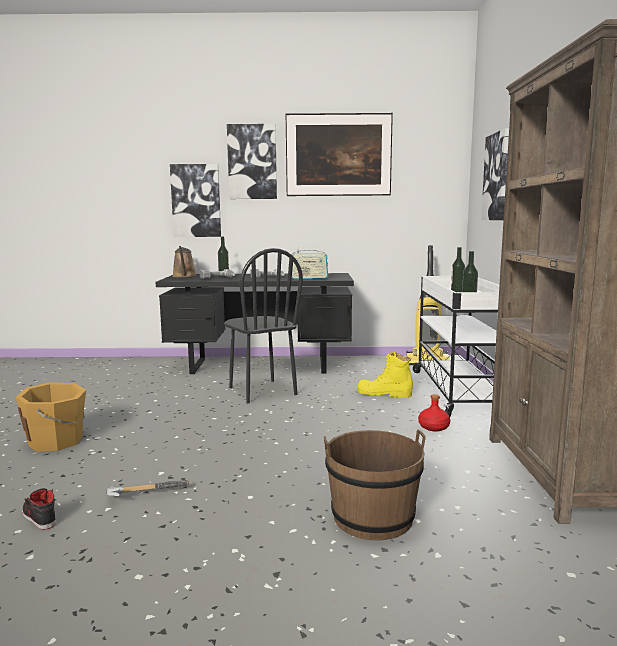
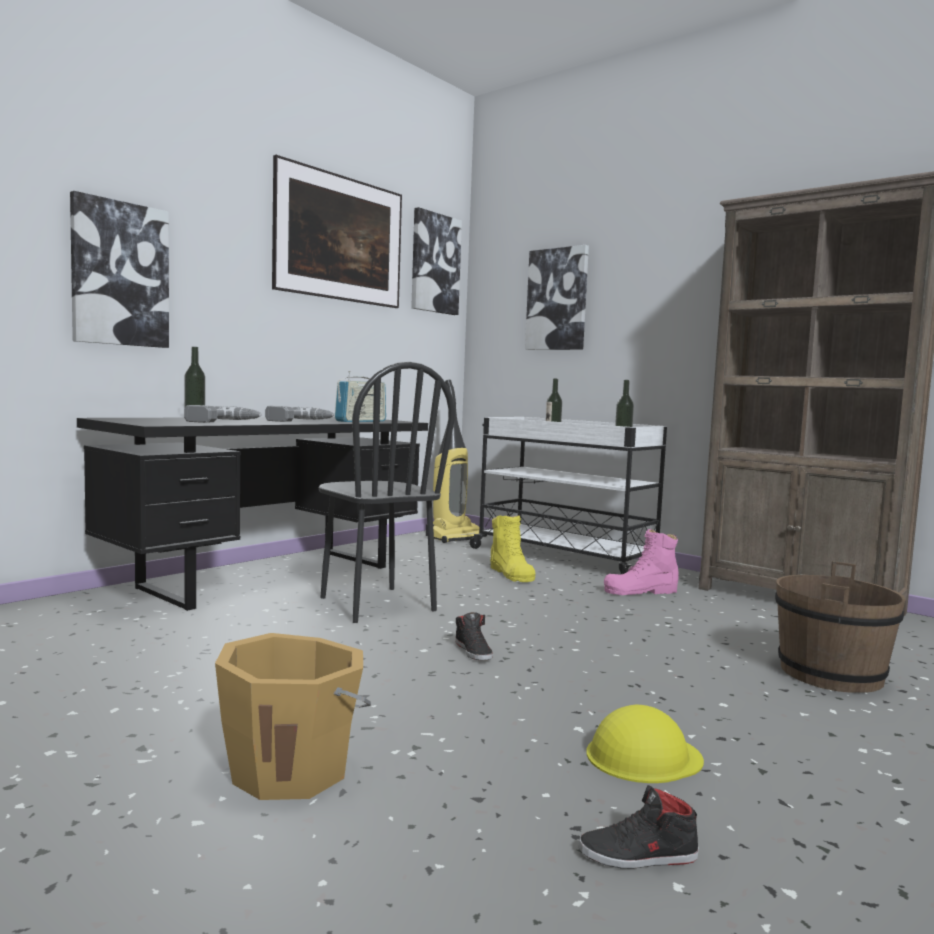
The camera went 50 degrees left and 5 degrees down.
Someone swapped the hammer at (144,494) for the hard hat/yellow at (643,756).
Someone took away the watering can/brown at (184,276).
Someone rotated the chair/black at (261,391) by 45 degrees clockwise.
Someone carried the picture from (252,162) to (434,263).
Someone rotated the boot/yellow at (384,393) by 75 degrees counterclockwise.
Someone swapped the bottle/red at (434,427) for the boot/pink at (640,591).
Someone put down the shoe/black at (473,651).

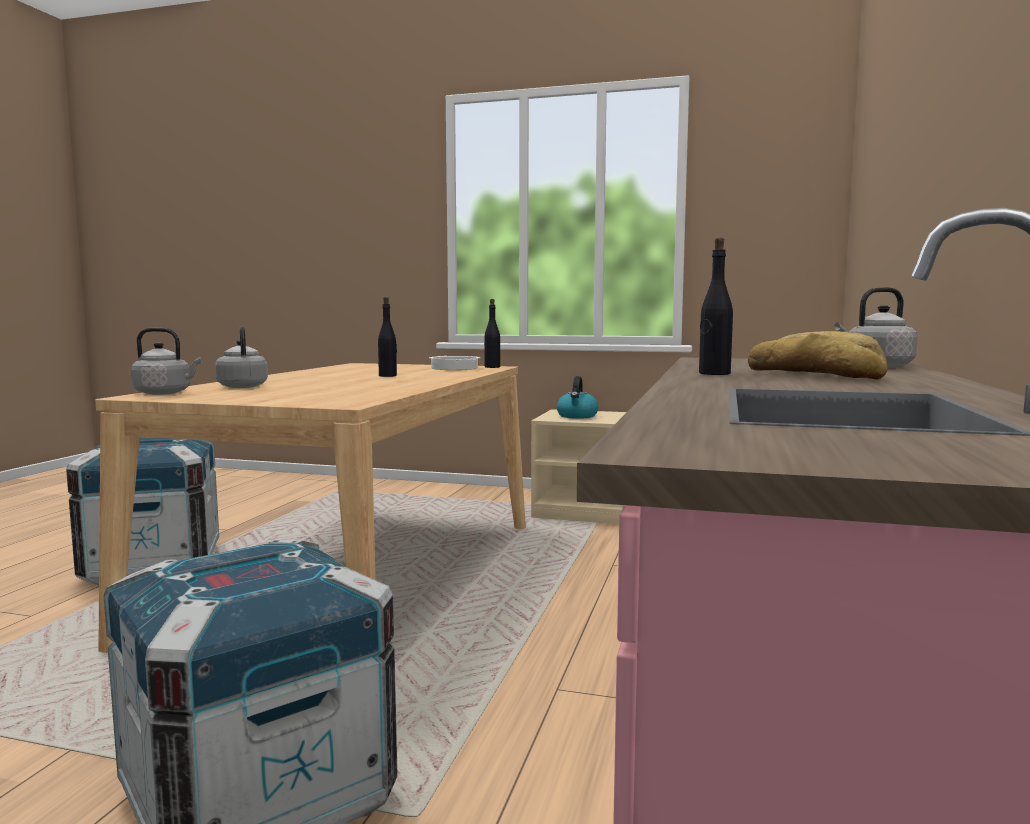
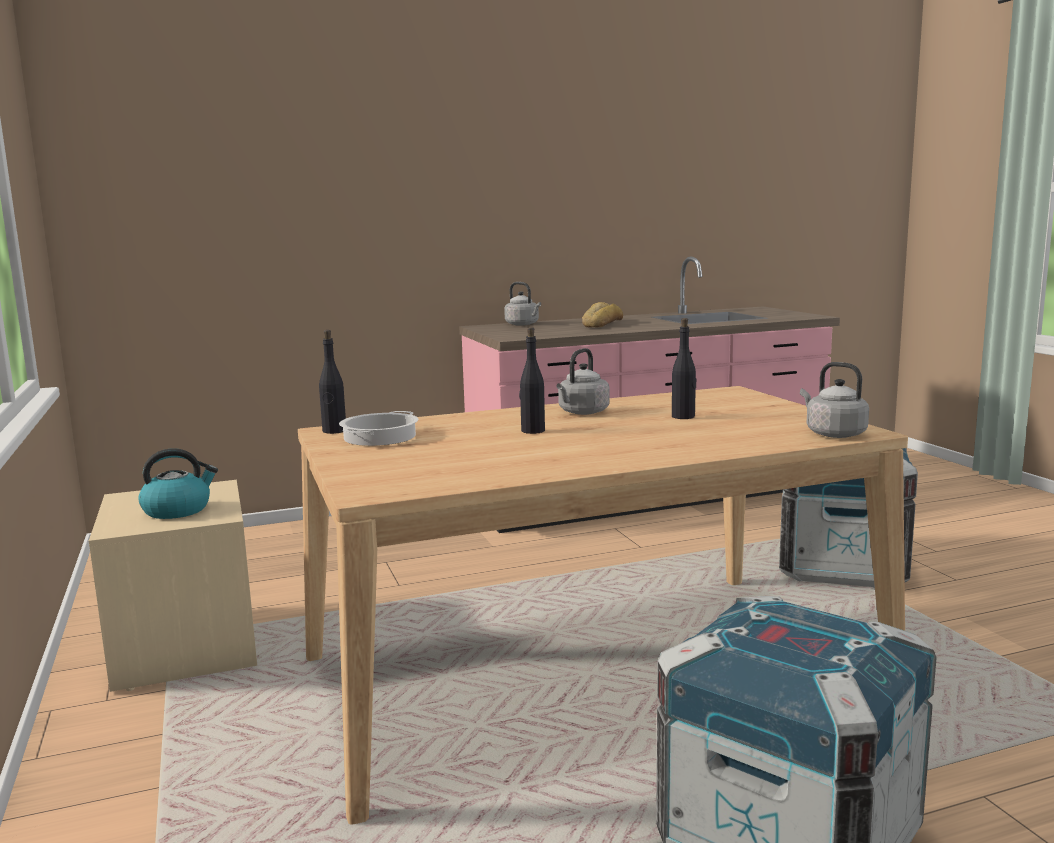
The camera went 125 degrees left and 5 degrees up.
Someone carried the kettle/grey from (242,386) to (582,412).
Someone carried the bottle/black from (714,373) to (683,417).

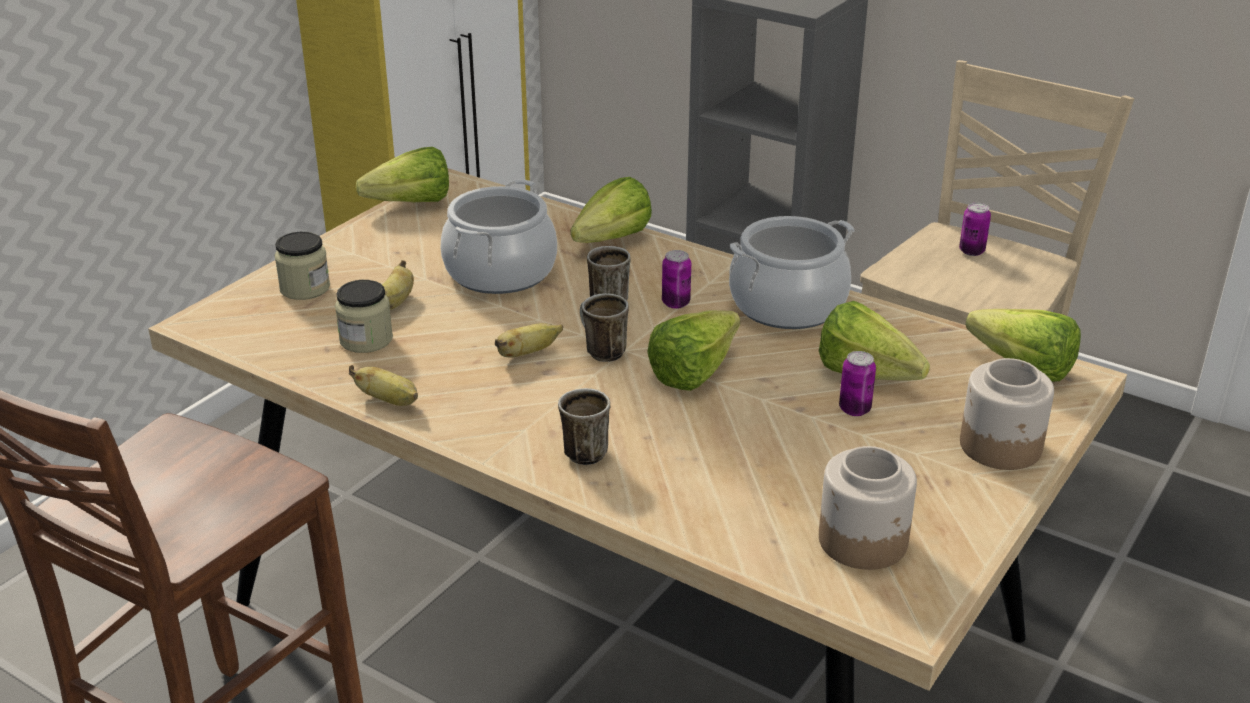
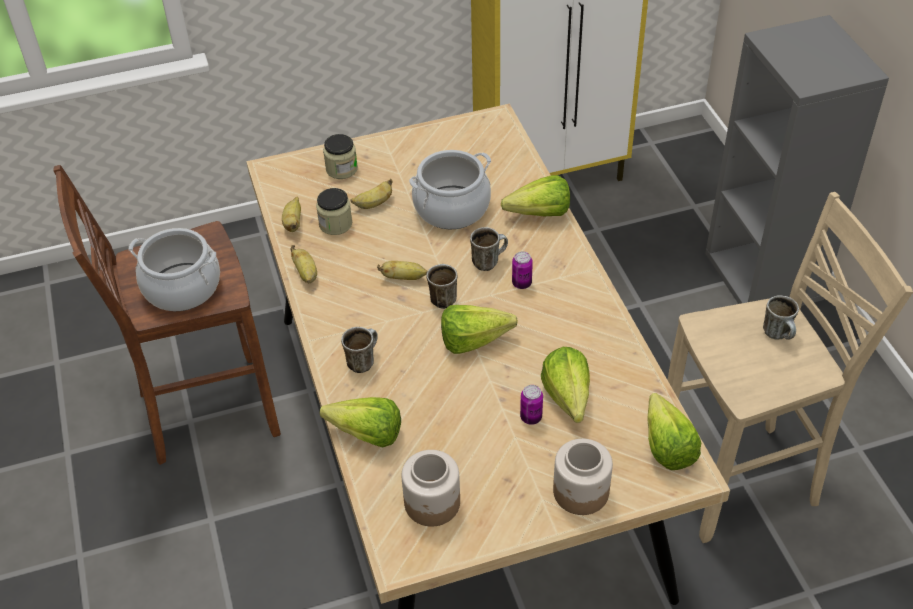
The camera went 40 degrees right and 15 degrees up.
Someone carried the lettuce from (403,204) to (361,432).
Someone carried the cooking pot from (788,305) to (182,288).
Someone swapped the can at (971,251) for the mug at (779,335).
Someone put down the banana at (293,223).

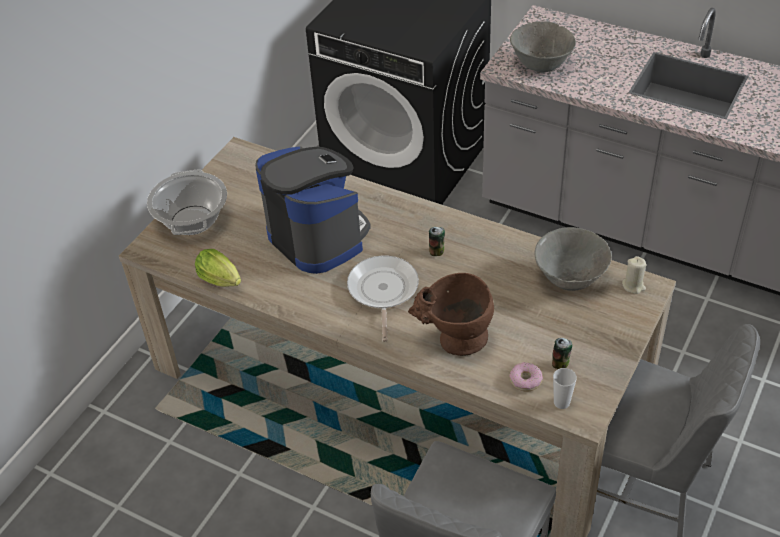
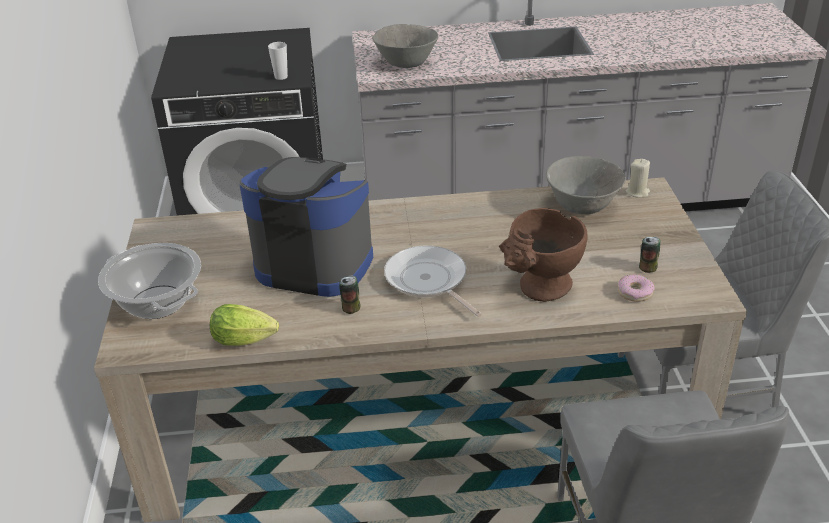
The camera went 35 degrees left and 10 degrees down.
Someone carried the can from (437,251) to (351,308).
Someone carried the cup from (561,402) to (281,77).

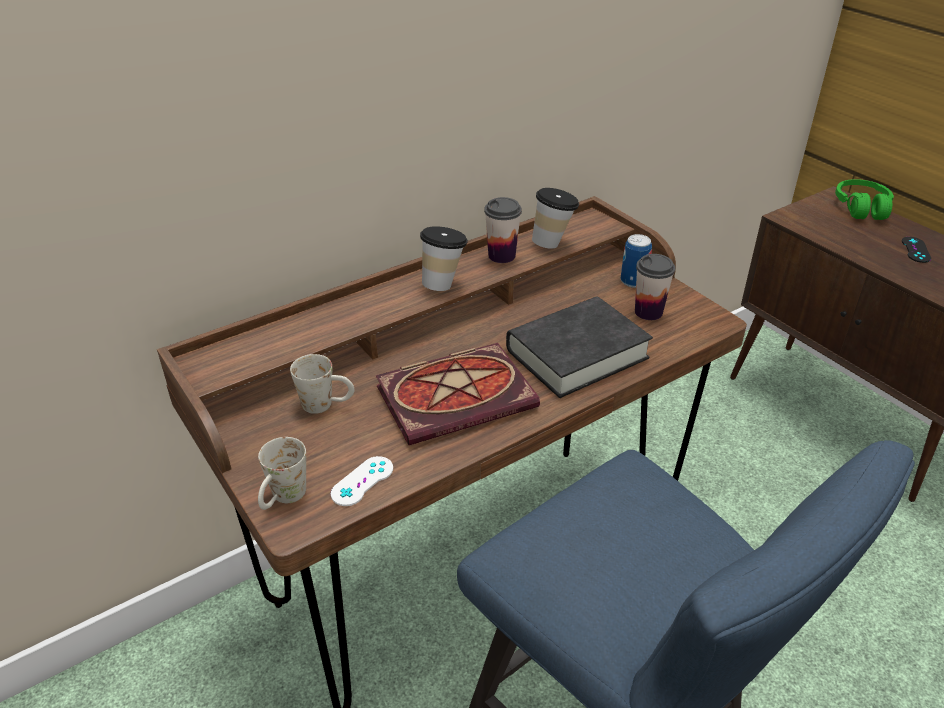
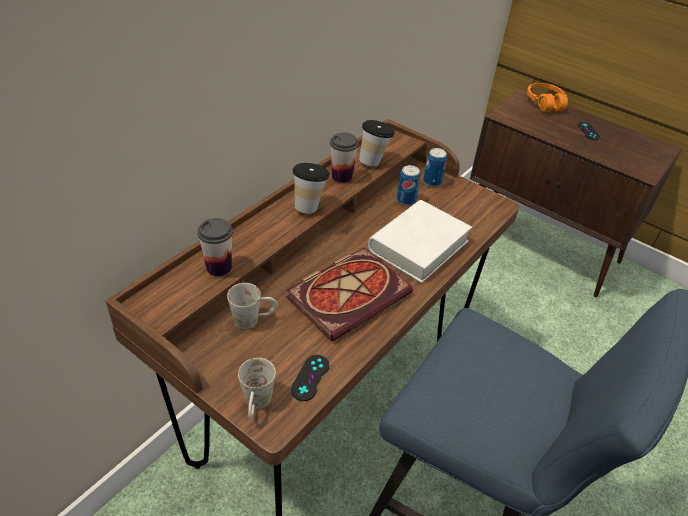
The camera went 20 degrees left and 5 degrees up.
Someone repainted the game controller/white at (362,481), which became the game controller/black at (310,377).
Someone repainted the book/black at (577,354), which became the book/white at (418,246).
Someone carried the cup from (648,312) to (219,267).
Someone repainted the headphones/green at (861,208), which became the headphones/orange at (544,103).
Someone put down the can at (406,200).

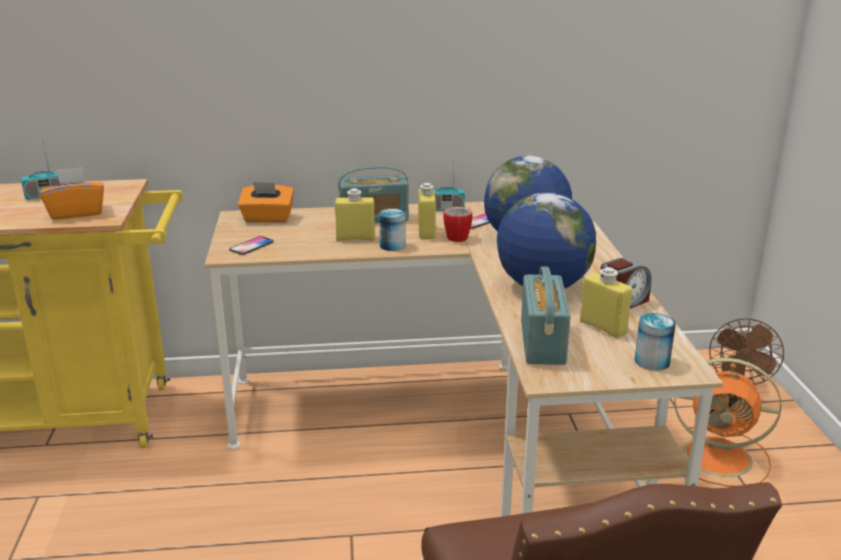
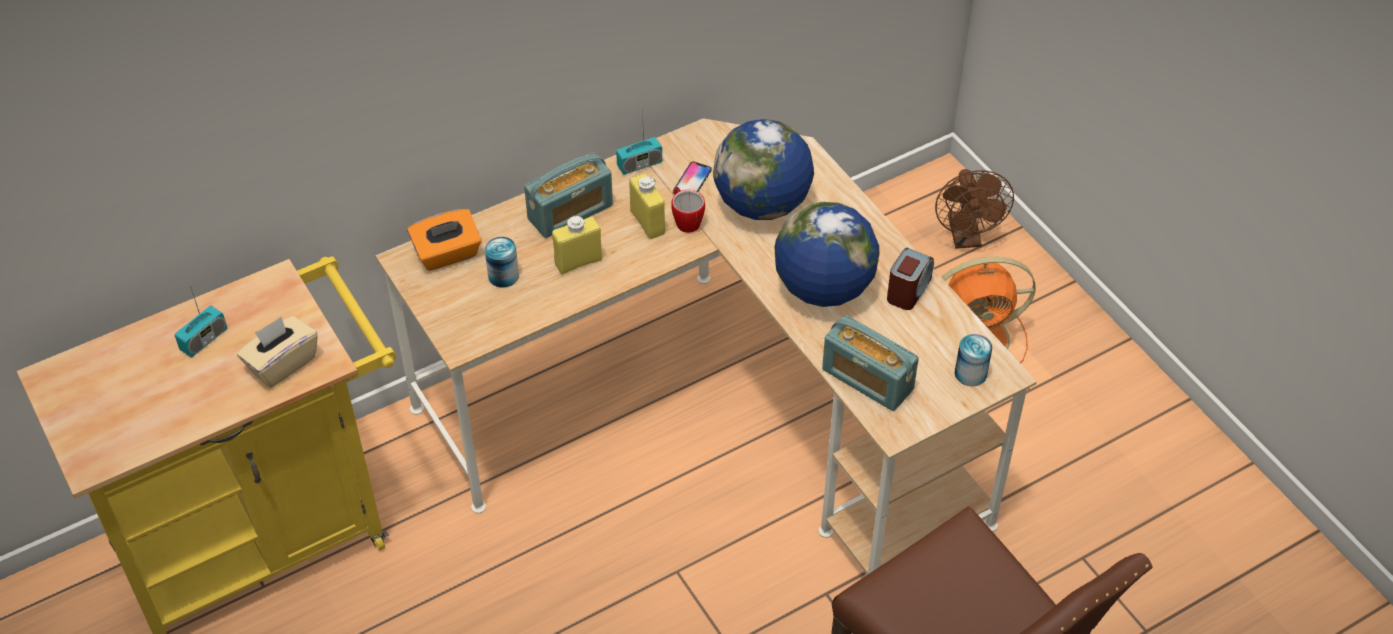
The camera went 25 degrees left and 25 degrees up.
Someone repainted the tissue box/orange at (76,213), which became the tissue box/beige at (282,363).
Someone took away the phone at (251,246).
Someone carried the can from (392,245) to (503,275).
Someone rotated the radio at (543,342) by 150 degrees clockwise.
Someone took away the bottle/yellow at (603,327).

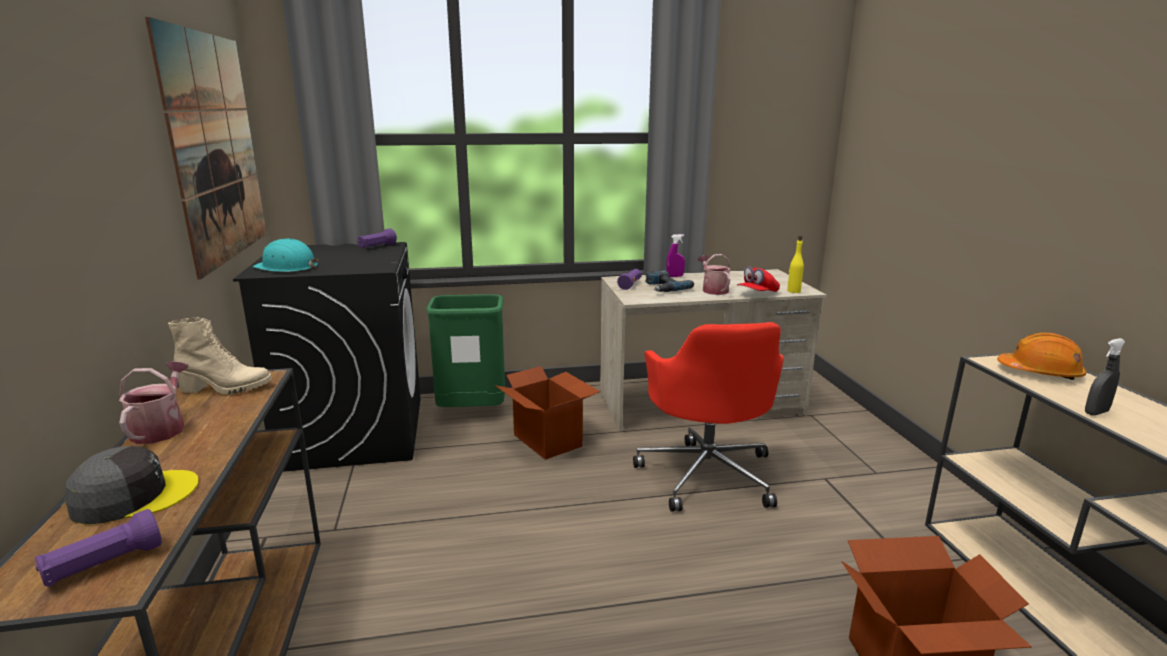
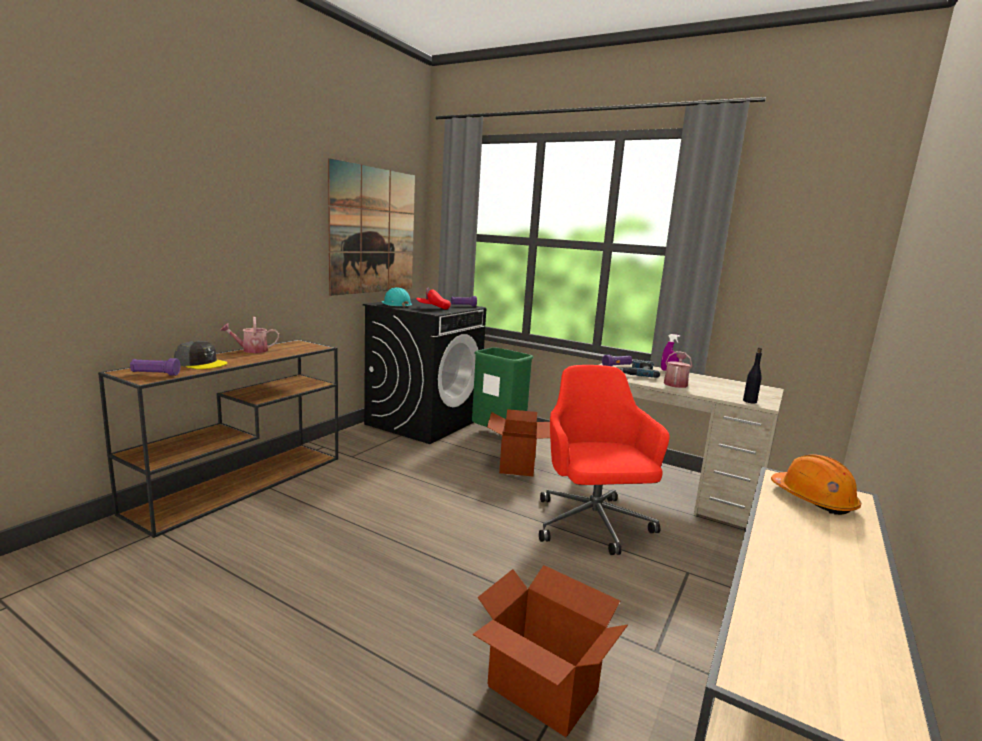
The camera went 40 degrees right and 5 degrees down.
Someone rotated the watering can at (161,428) by 150 degrees counterclockwise.
Someone took away the boot/beige at (226,388).
Someone rotated the office chair/red at (707,473) by 135 degrees clockwise.
Someone carried the cap/red from (757,293) to (433,308).
Someone repainted the bottle/yellow at (793,291), which became the bottle/black at (749,401).
Someone took away the spray bottle/grey at (1096,412).

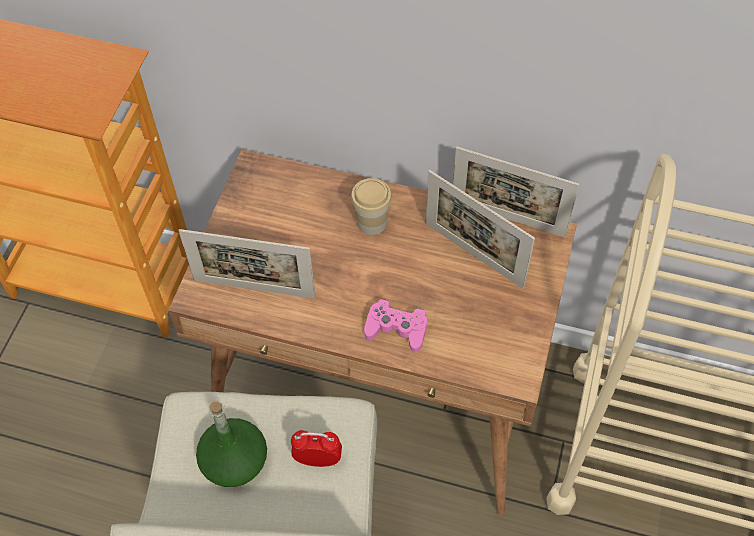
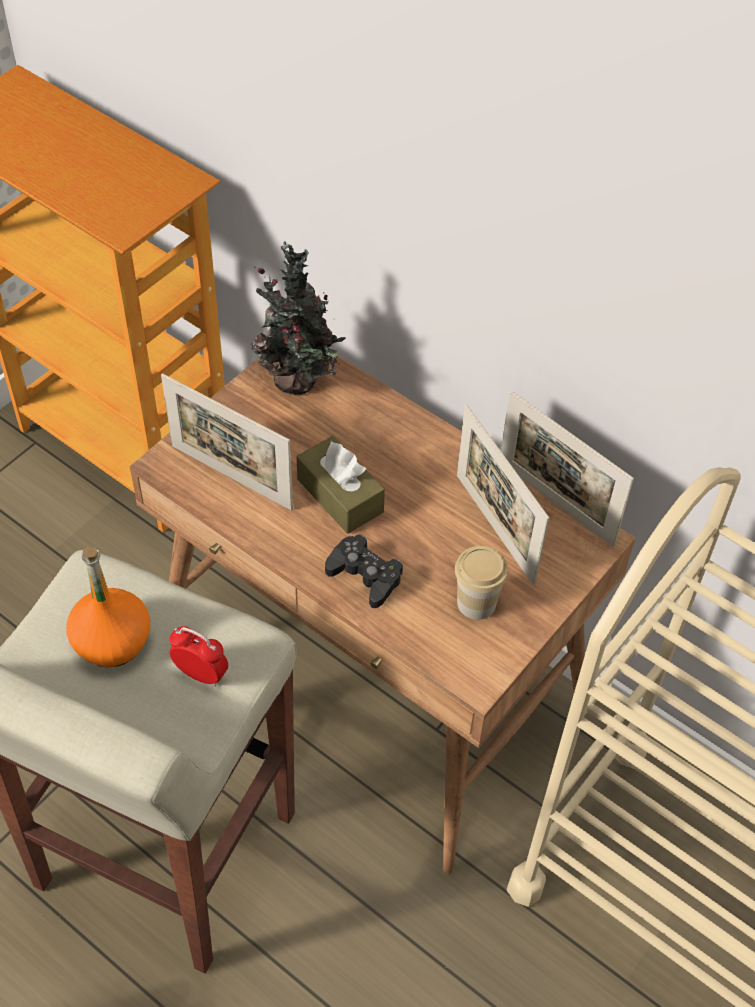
The camera went 20 degrees right and 5 degrees down.
Someone repainted the bottle/green at (234,461), which became the bottle/orange at (112,641).
Someone carried the cup from (372,222) to (476,603).
Someone repainted the game controller/pink at (396,329), which became the game controller/black at (365,575).
Someone put down the potted plant at (300,382).
Someone put down the tissue box/brown at (340,495).

